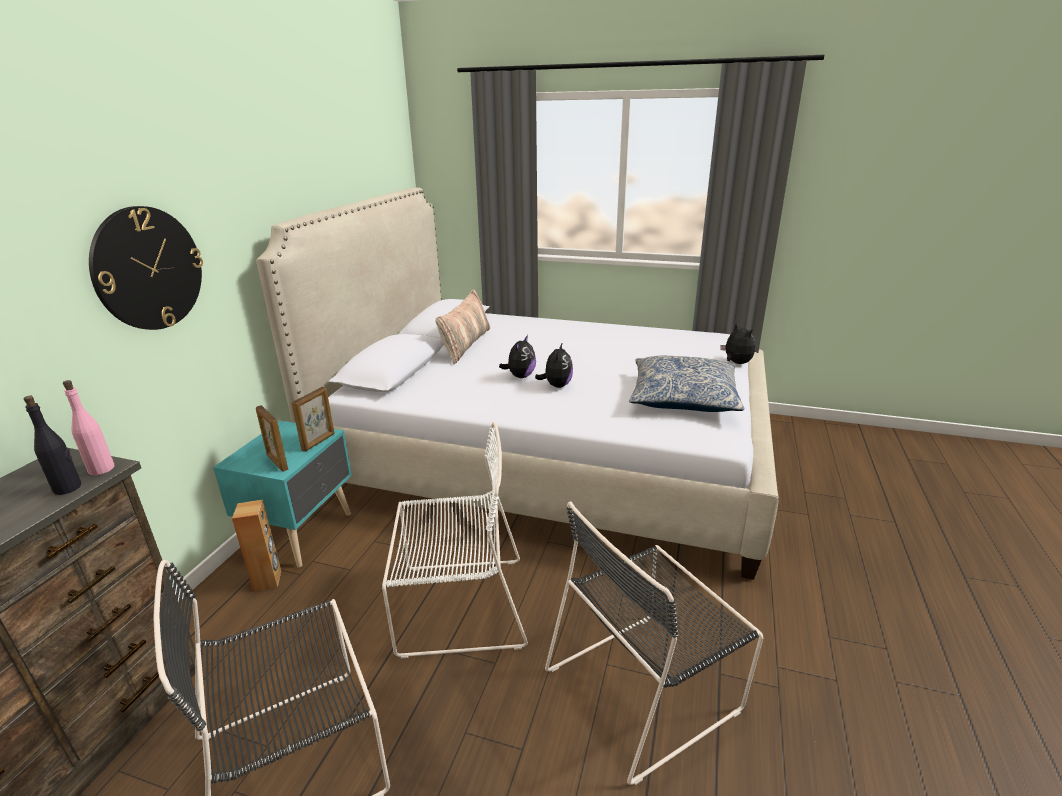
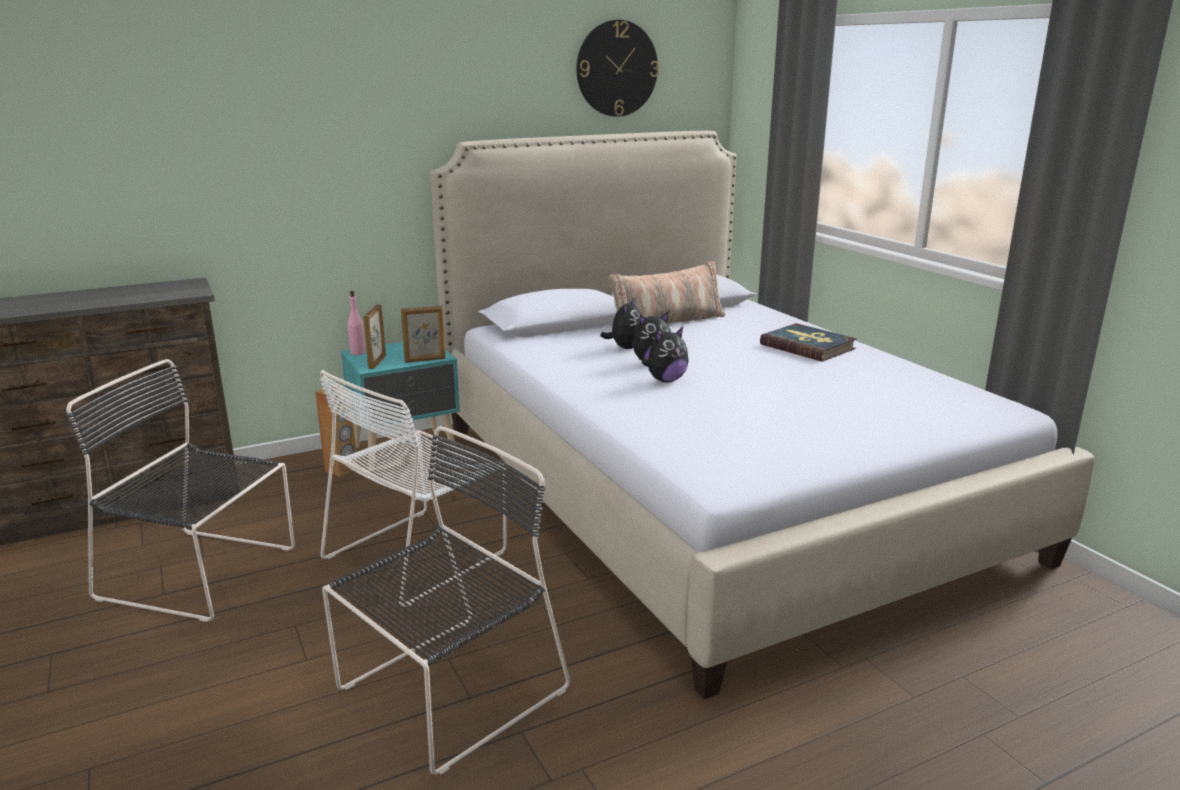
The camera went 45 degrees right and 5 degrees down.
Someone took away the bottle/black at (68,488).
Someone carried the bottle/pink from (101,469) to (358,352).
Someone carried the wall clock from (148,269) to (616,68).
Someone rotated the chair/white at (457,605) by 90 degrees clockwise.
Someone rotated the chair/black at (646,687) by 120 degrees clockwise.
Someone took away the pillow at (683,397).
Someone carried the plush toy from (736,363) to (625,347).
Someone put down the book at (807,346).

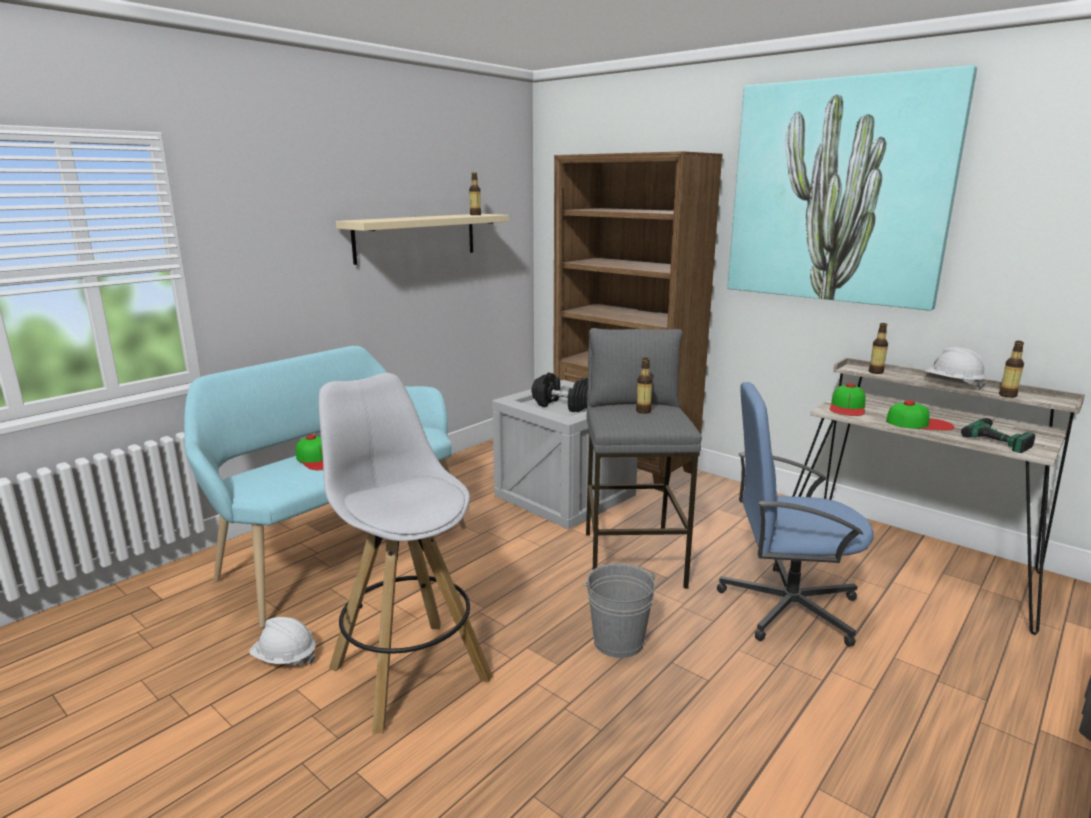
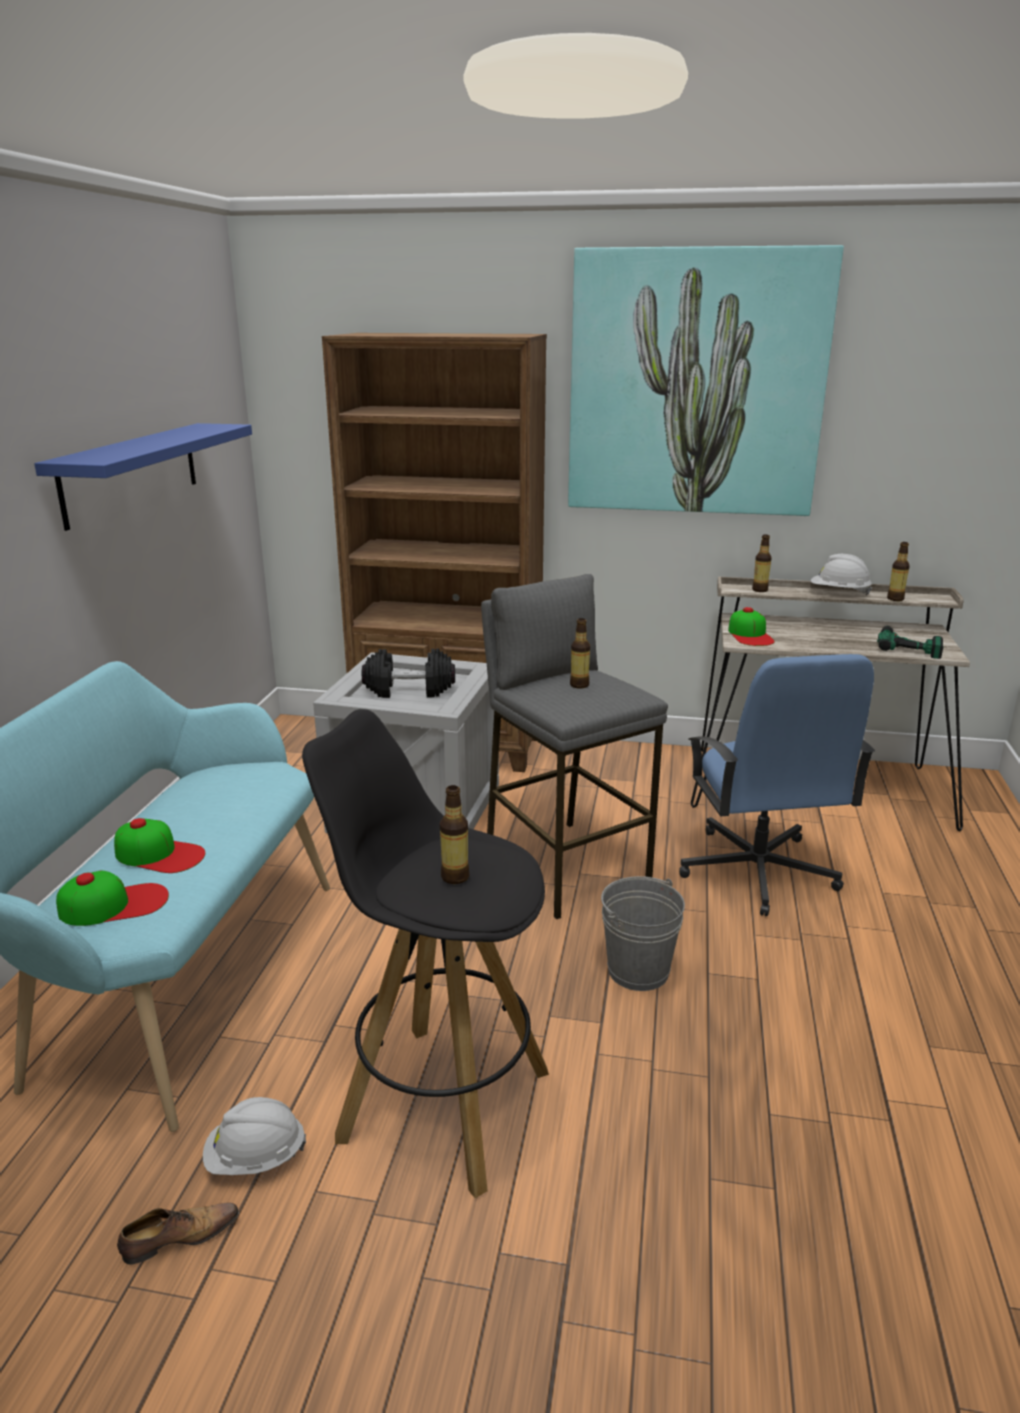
The camera went 30 degrees left and 5 degrees up.
Someone repainted the stool/white at (408,671), which became the stool/black at (441,1103).
Someone repainted the shelf/beige at (416,237), which became the shelf/blue at (131,472).
Someone carried the bottle from (475,215) to (455,877).
Someone rotated the office chair/blue at (786,606) by 75 degrees counterclockwise.
Someone carried the cap from (919,423) to (114,904).
Someone put down the shoe at (178,1238).

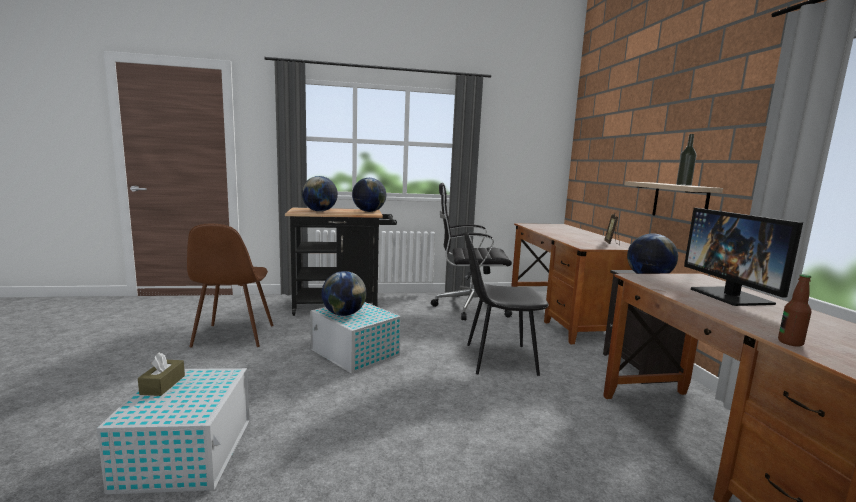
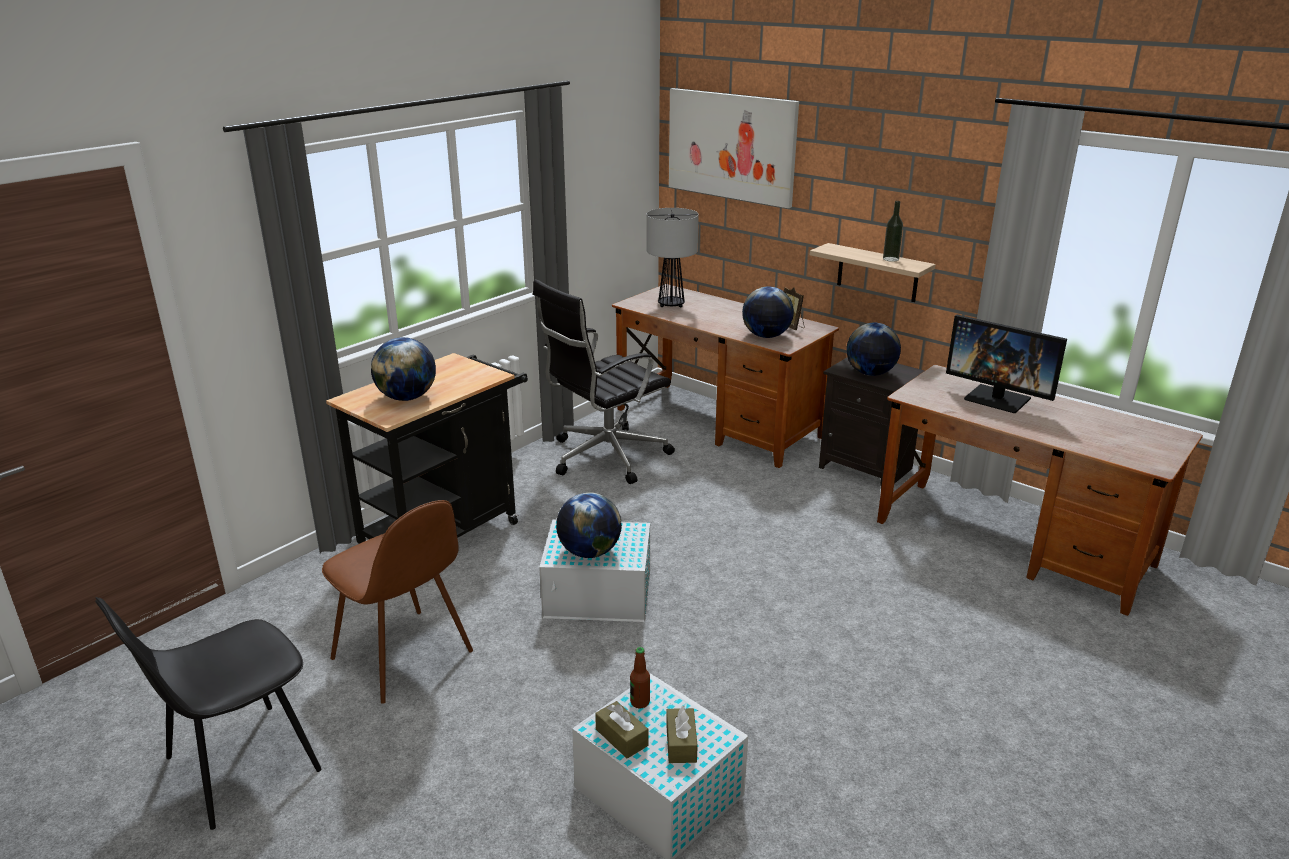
The camera went 40 degrees left and 15 degrees up.
Someone carried the globe from (368,211) to (766,336).
Someone carried the chair/black from (498,359) to (238,766).
Someone carried the bottle from (790,342) to (640,702).
Someone put down the table lamp at (671,305).
Someone put down the tissue box/brown at (681,743).
Someone put up the picture at (731,146).

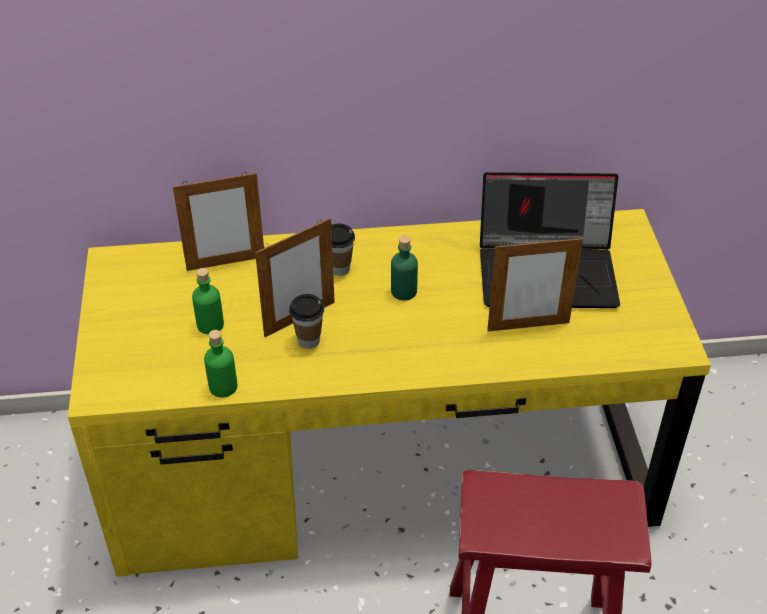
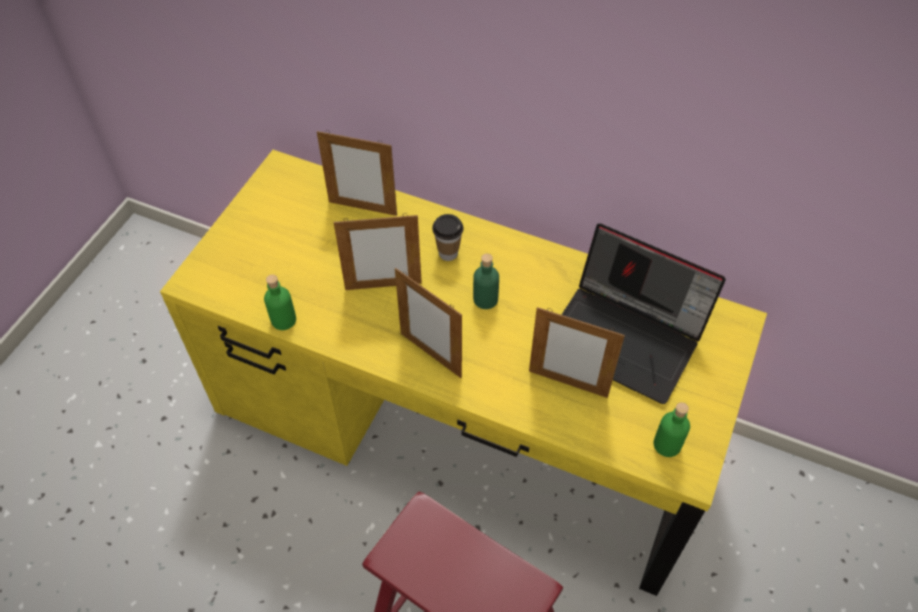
The camera went 30 degrees right and 10 degrees up.
Someone carried the bottle/green from (210,325) to (667,444).
Someone took away the cup at (308,341).
Someone put down the picture frame at (430,355).

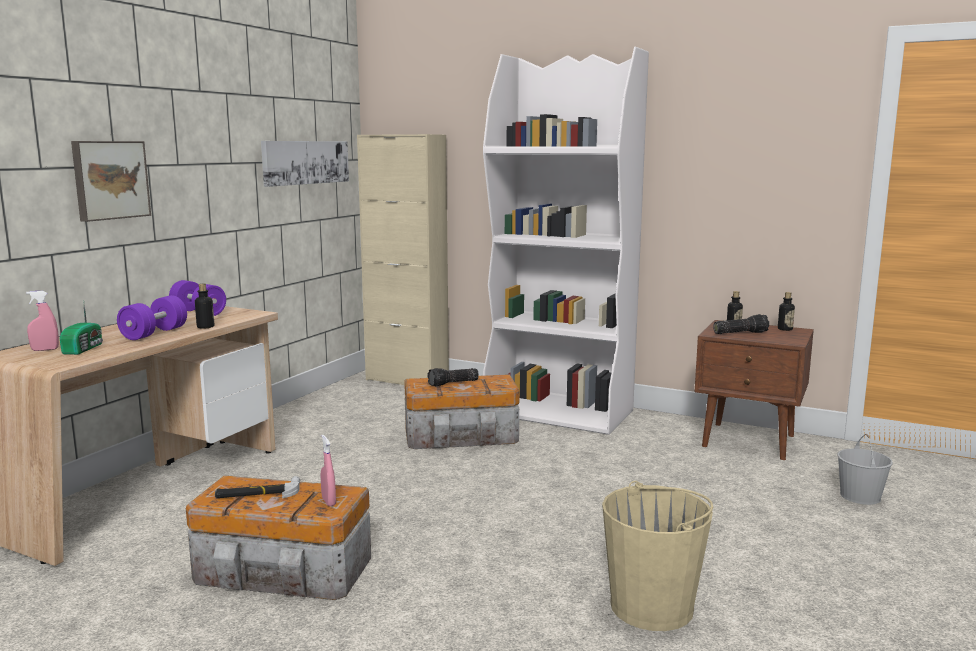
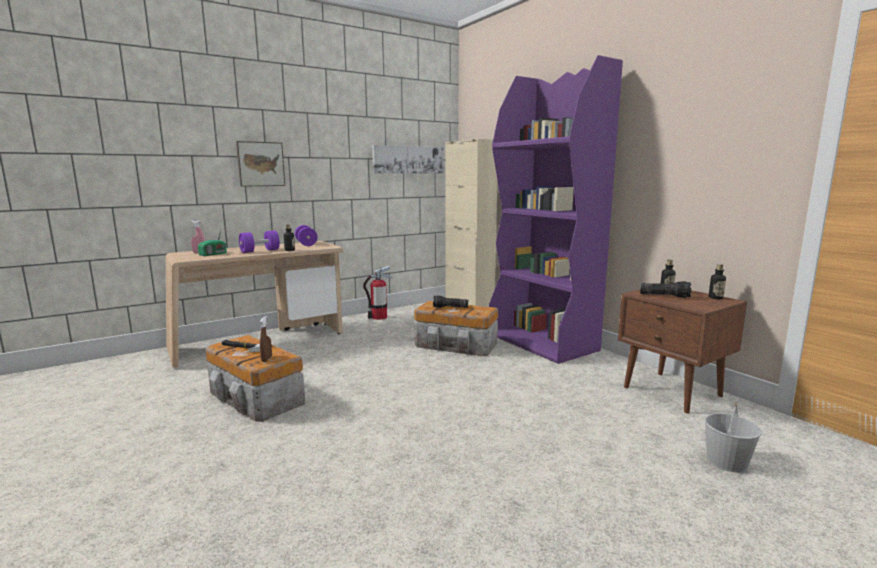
The camera went 30 degrees right and 0 degrees up.
Someone repainted the spray bottle/pink at (328,501), which became the spray bottle/brown at (266,359).
Someone repainted the bookcase/white at (560,412), which became the bookcase/purple at (542,342).
Someone took away the bucket/beige at (652,606).
Someone put down the fire extinguisher at (379,317).

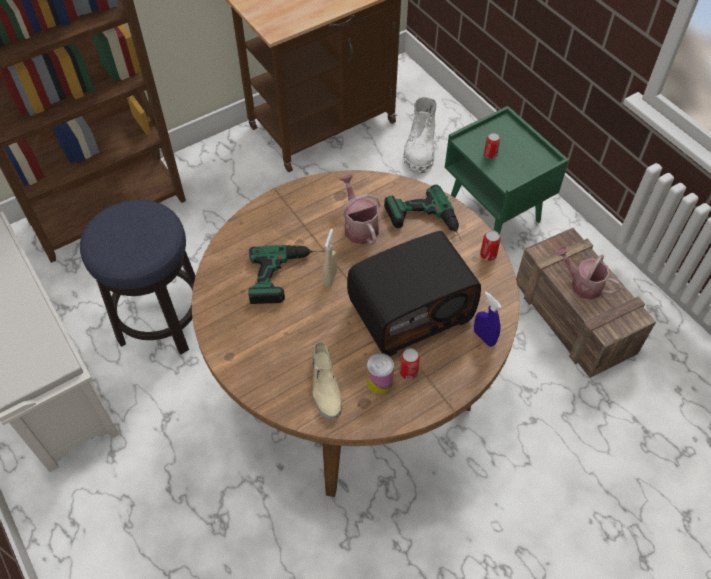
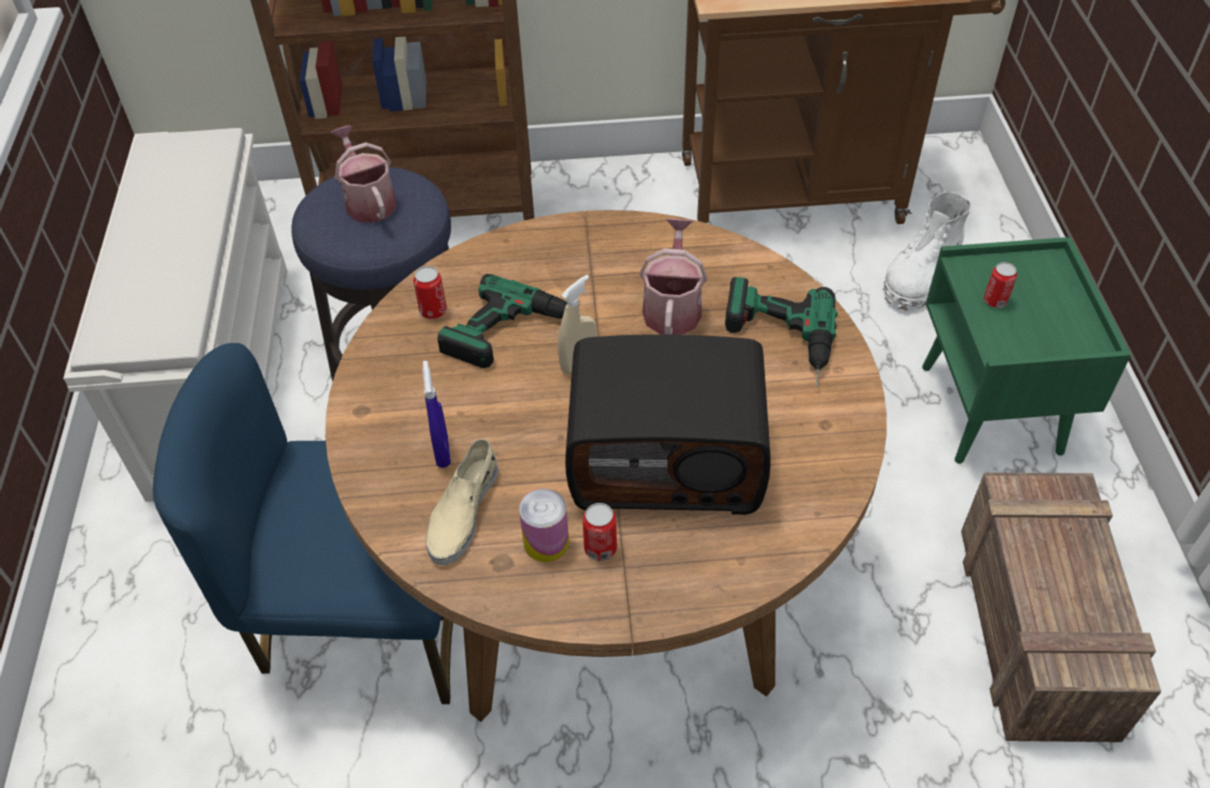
The camera went 30 degrees right and 5 degrees down.
Someone carried the spray bottle/blue from (484,337) to (442,451).
Someone carried the can from (488,255) to (433,311).
Someone carried the watering can from (582,284) to (368,201).
Someone put down the chair/blue at (366,614).

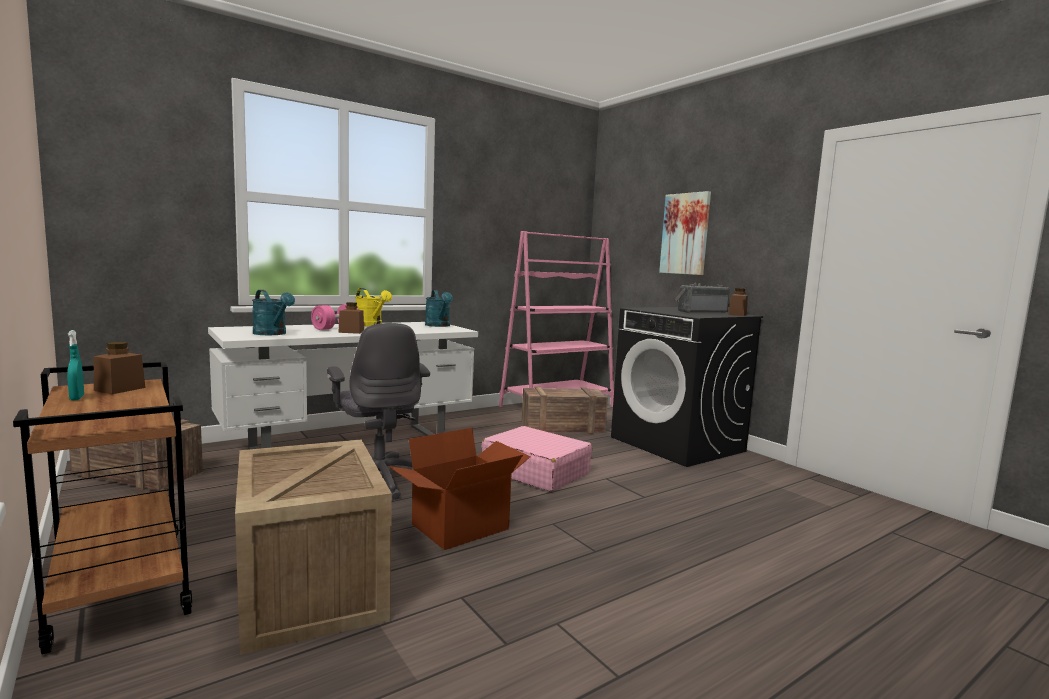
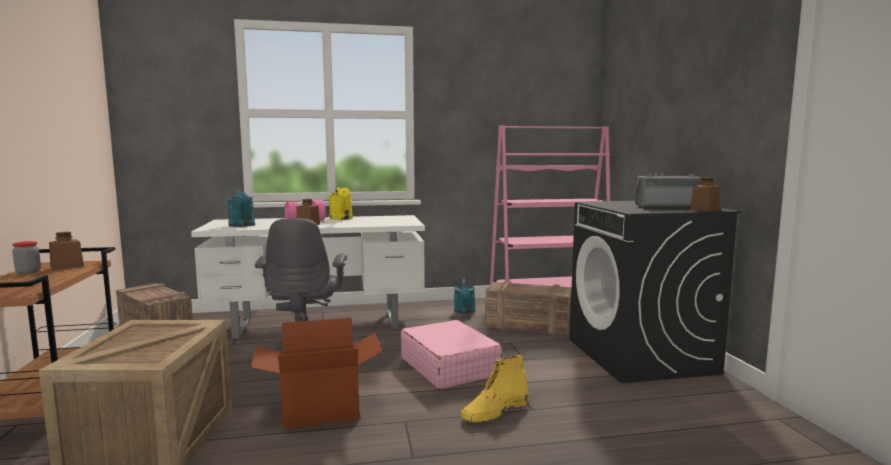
The camera went 25 degrees right and 0 degrees up.
Someone swapped the spray bottle/turquoise at (77,398) for the jar at (28,272).
Someone carried the watering can/turquoise from (439,325) to (464,311).
Someone took away the picture at (685,234).
Someone put down the boot/yellow at (495,411).

